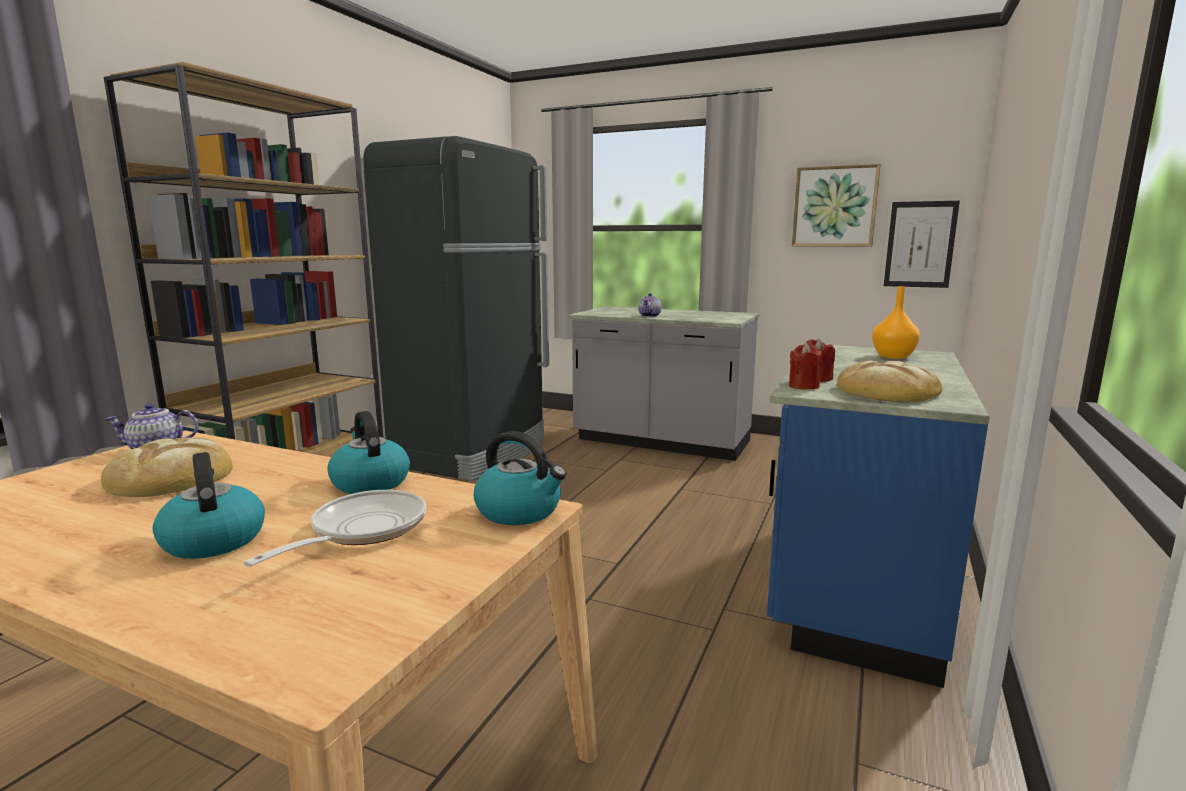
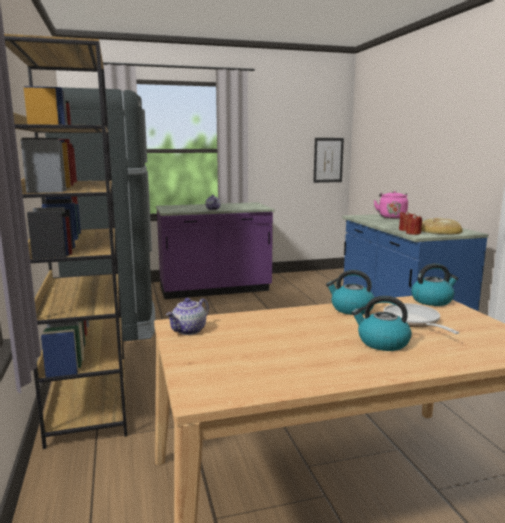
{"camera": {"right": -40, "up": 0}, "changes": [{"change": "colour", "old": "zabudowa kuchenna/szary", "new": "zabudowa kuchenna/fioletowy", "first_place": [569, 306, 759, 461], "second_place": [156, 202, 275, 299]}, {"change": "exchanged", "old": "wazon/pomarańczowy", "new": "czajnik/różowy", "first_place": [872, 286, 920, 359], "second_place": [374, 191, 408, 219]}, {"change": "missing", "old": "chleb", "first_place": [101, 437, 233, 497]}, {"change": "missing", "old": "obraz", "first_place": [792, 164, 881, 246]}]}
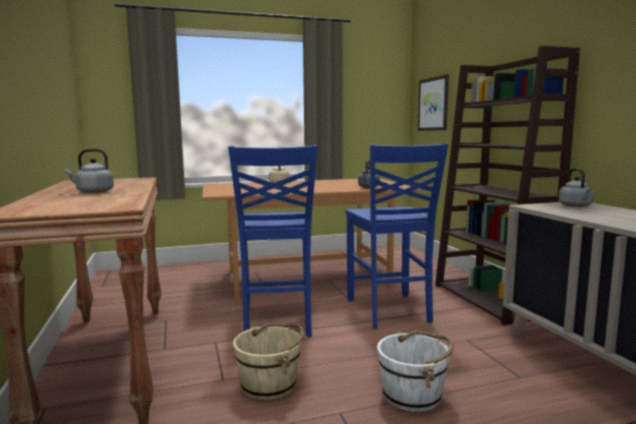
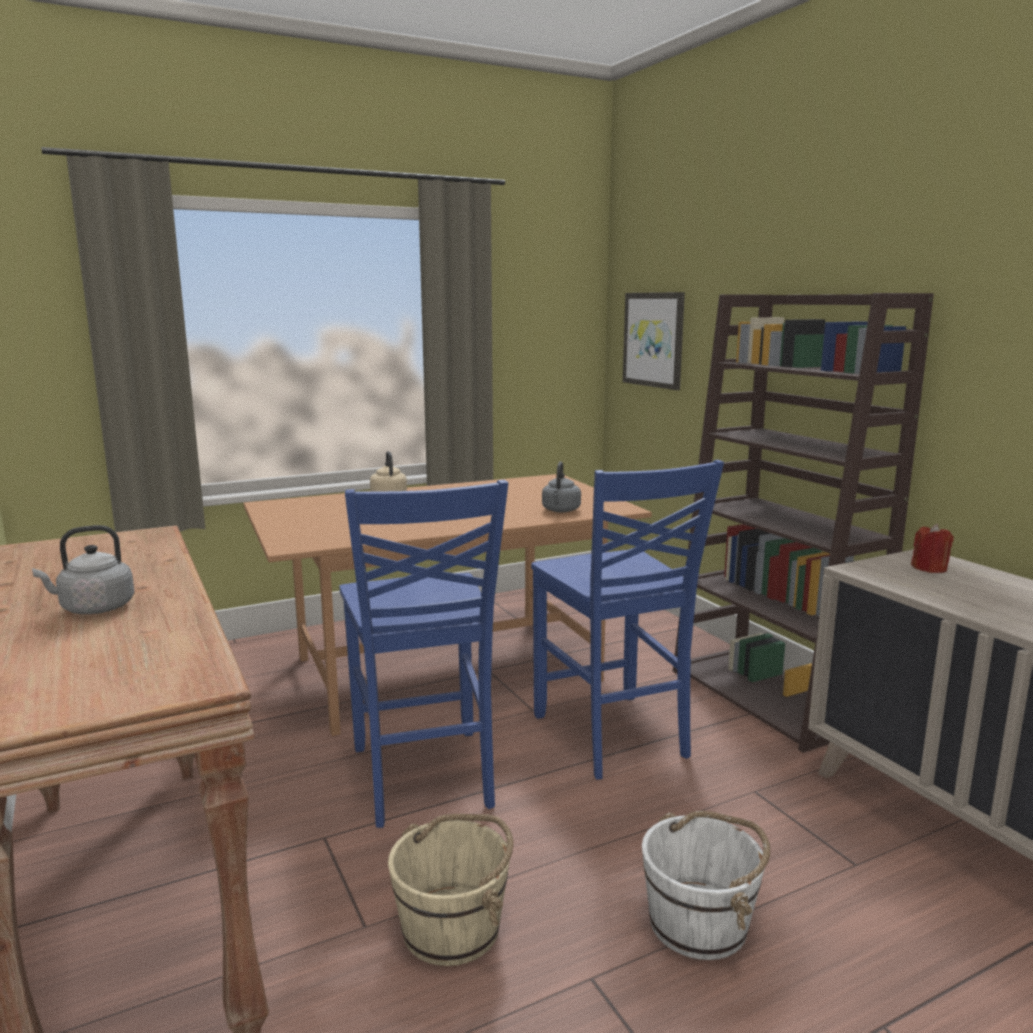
{"camera": {"right": -10, "up": 5}, "changes": [{"change": "exchanged", "old": "czajnik/szary", "new": "świeca/czerwony", "first_place": [558, 168, 594, 207], "second_place": [911, 524, 954, 573]}]}
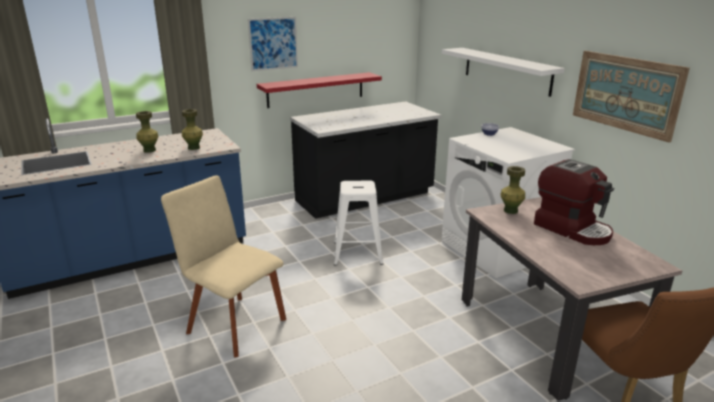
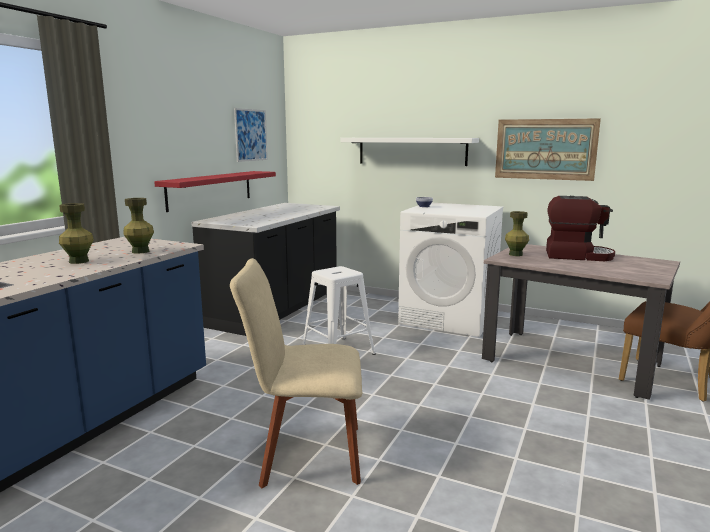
{"camera": {"right": -35, "up": -10}, "changes": [{"change": "relocated", "old": "obraz", "first_place": [248, 17, 298, 71], "second_place": [234, 108, 268, 162]}]}
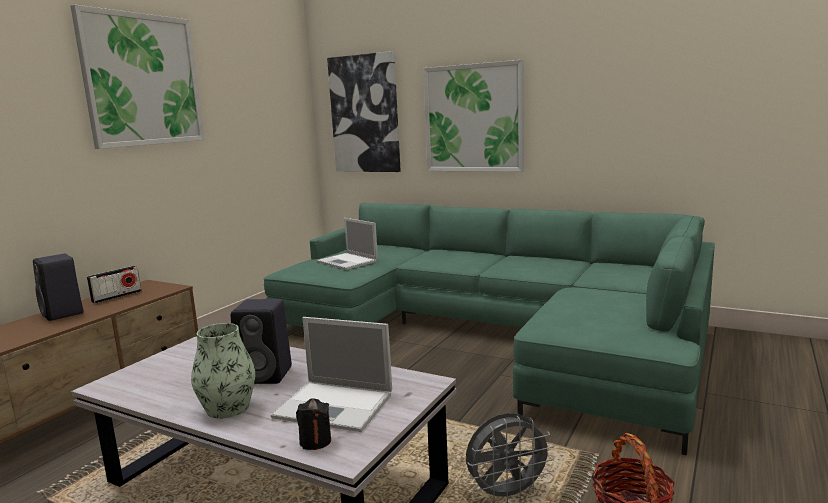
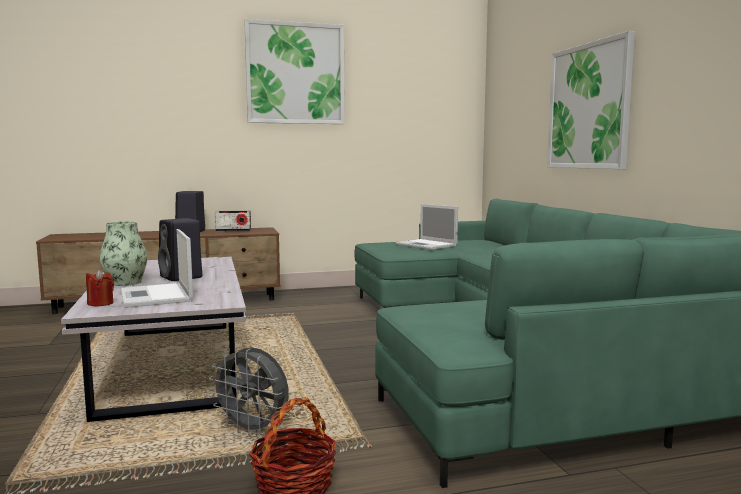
{"camera": {"right": 45, "up": -5}, "changes": [{"change": "colour", "old": "świeca/czarny", "new": "świeca/czerwony", "first_place": [296, 398, 331, 450], "second_place": [86, 270, 114, 306]}, {"change": "spun", "old": "laptop", "first_place": [317, 218, 378, 270], "second_place": [395, 204, 458, 250], "degrees": -45}, {"change": "missing", "old": "obraz", "first_place": [327, 51, 401, 172]}]}
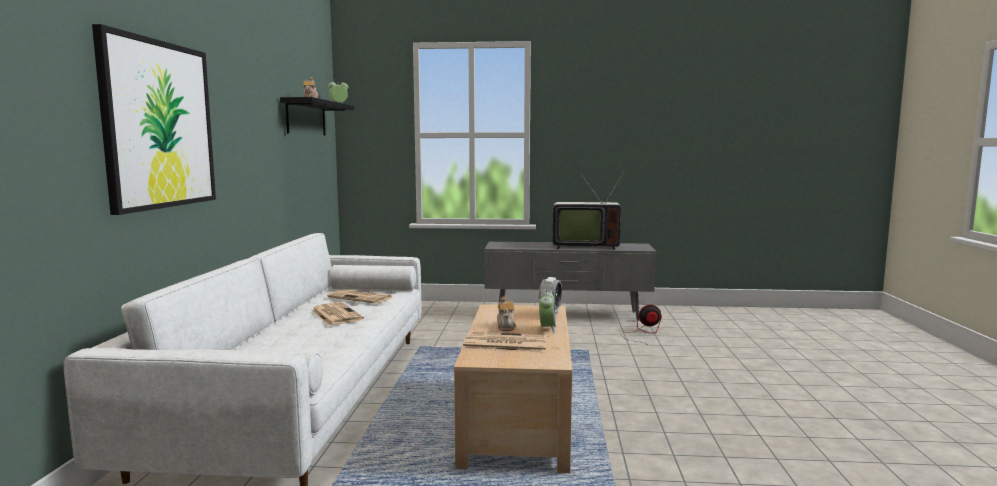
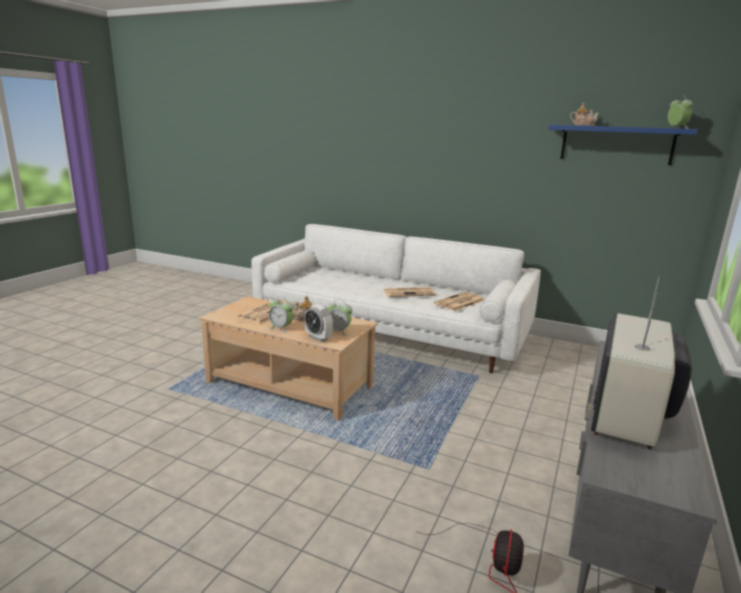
{"camera": {"right": 110, "up": 10}, "changes": [{"change": "appeared", "new": "budzik", "second_place": [327, 300, 353, 336]}, {"change": "colour", "old": "półka/czarny", "new": "półka/niebieski", "first_place": [280, 97, 354, 135], "second_place": [548, 125, 698, 165]}, {"change": "missing", "old": "obraz", "first_place": [92, 24, 216, 215]}]}
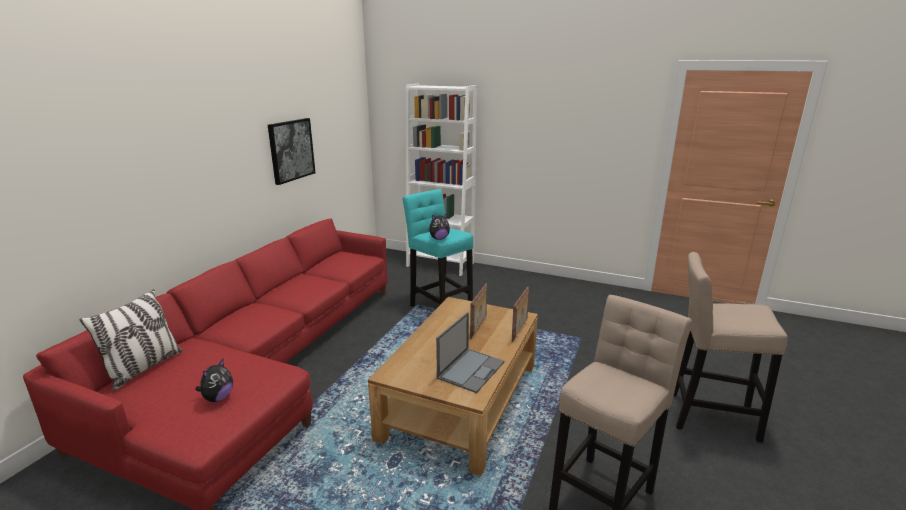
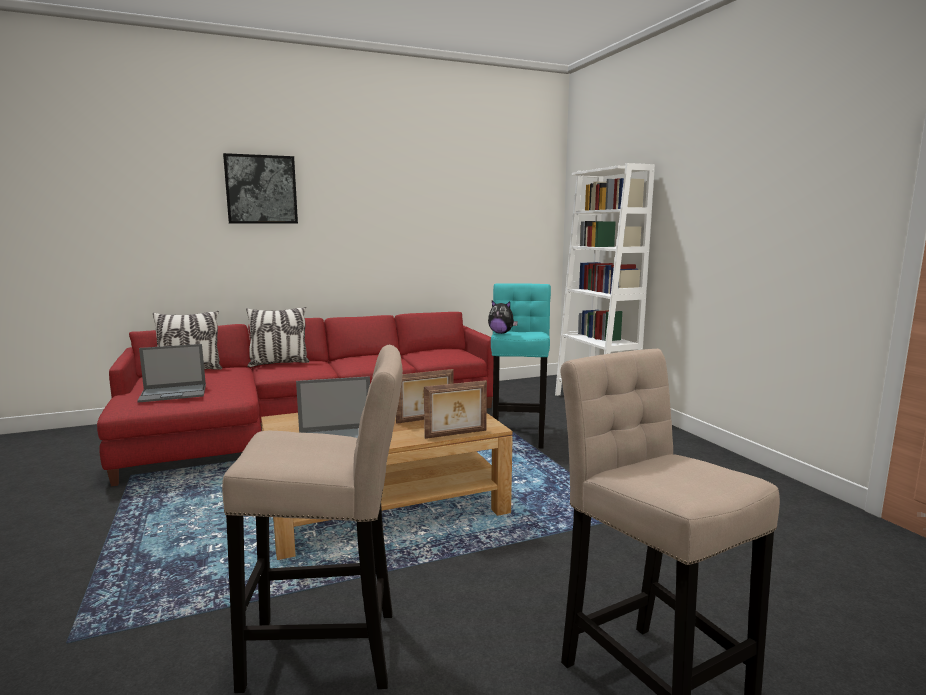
{"camera": {"right": 45, "up": -10}, "changes": [{"change": "exchanged", "old": "pluszak", "new": "laptop", "first_place": [195, 359, 233, 402], "second_place": [137, 344, 206, 403]}, {"change": "relocated", "old": "obraz", "first_place": [268, 118, 316, 185], "second_place": [223, 153, 298, 224]}, {"change": "appeared", "new": "poduszka", "second_place": [246, 307, 310, 367]}]}
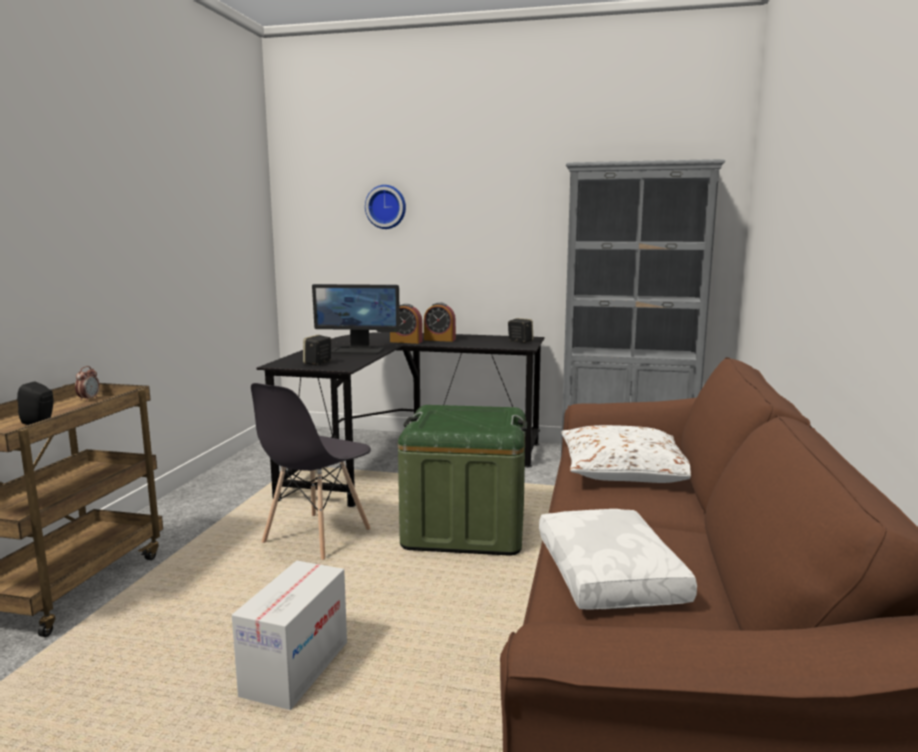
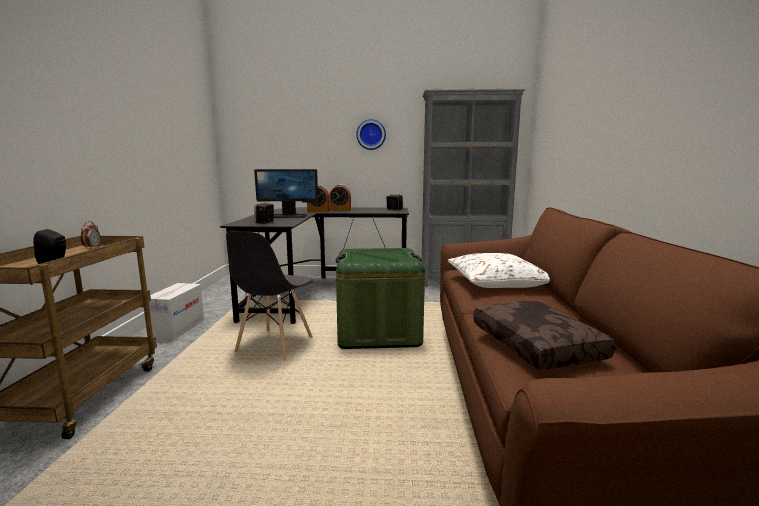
{"camera": {"right": -10, "up": 0}, "changes": [{"change": "relocated", "old": "karton", "first_place": [232, 561, 347, 710], "second_place": [149, 283, 204, 340]}, {"change": "relocated", "old": "zegar ścienny", "first_place": [365, 185, 406, 229], "second_place": [356, 119, 386, 150]}, {"change": "colour", "old": "poduszka/biały", "new": "poduszka/brązowy", "first_place": [539, 509, 697, 610], "second_place": [473, 300, 615, 370]}]}
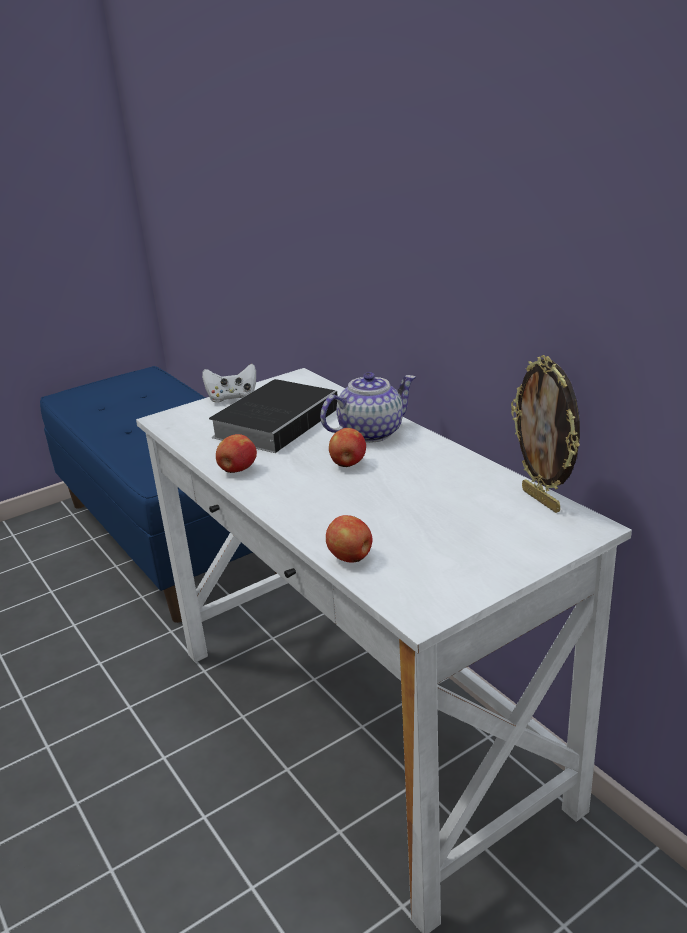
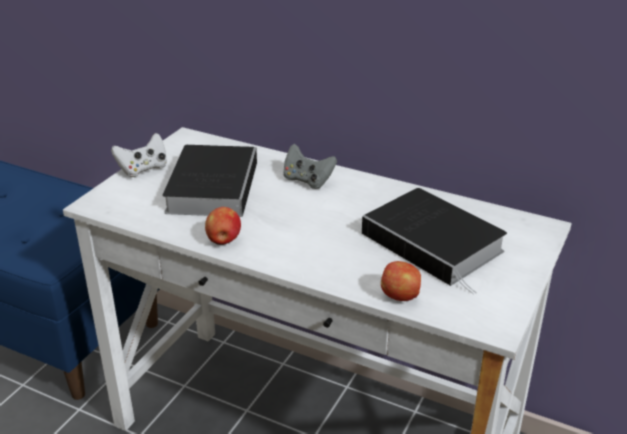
{"camera": {"right": -30, "up": 5}, "changes": [{"change": "exchanged", "old": "imbryk", "new": "pad do gier/szary", "first_place": [320, 372, 416, 443], "second_place": [283, 144, 337, 189]}, {"change": "appeared", "new": "książka", "second_place": [362, 188, 507, 294]}, {"change": "missing", "old": "jabłko", "first_place": [329, 428, 366, 467]}, {"change": "missing", "old": "ramka na zdjęcie", "first_place": [511, 355, 580, 513]}]}
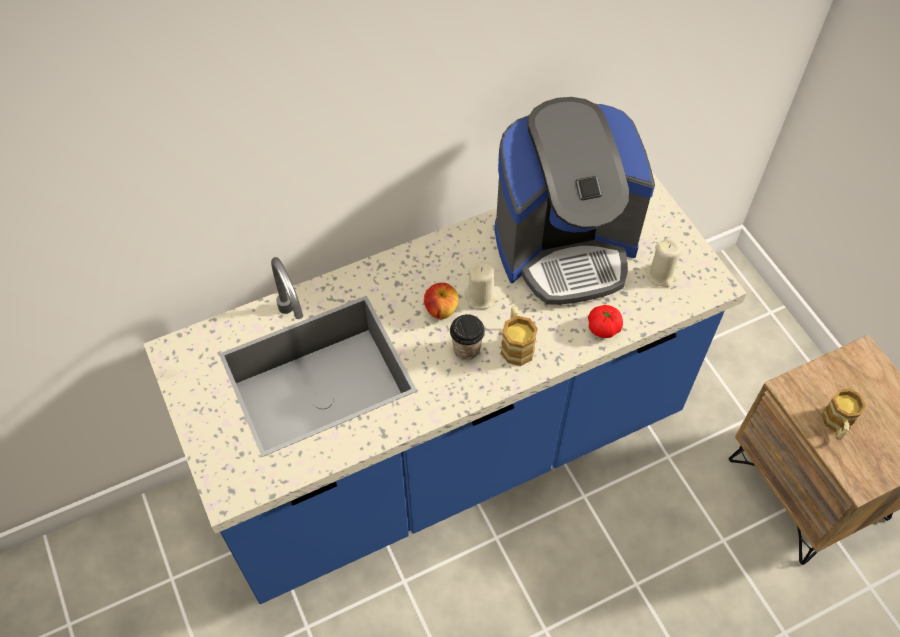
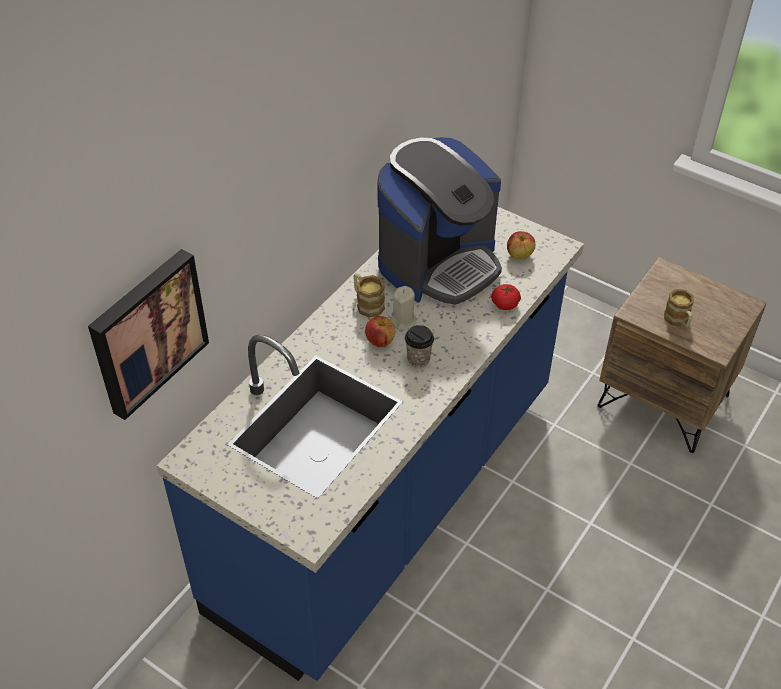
{"camera": {"right": -30, "up": -10}, "changes": [{"change": "appeared", "new": "obraz", "second_place": [88, 249, 209, 420]}, {"change": "relocated", "old": "kubek", "first_place": [501, 306, 538, 366], "second_place": [353, 273, 385, 318]}, {"change": "exchanged", "old": "świeca/beżowy", "new": "jabłko", "first_place": [646, 238, 682, 287], "second_place": [507, 231, 535, 259]}]}
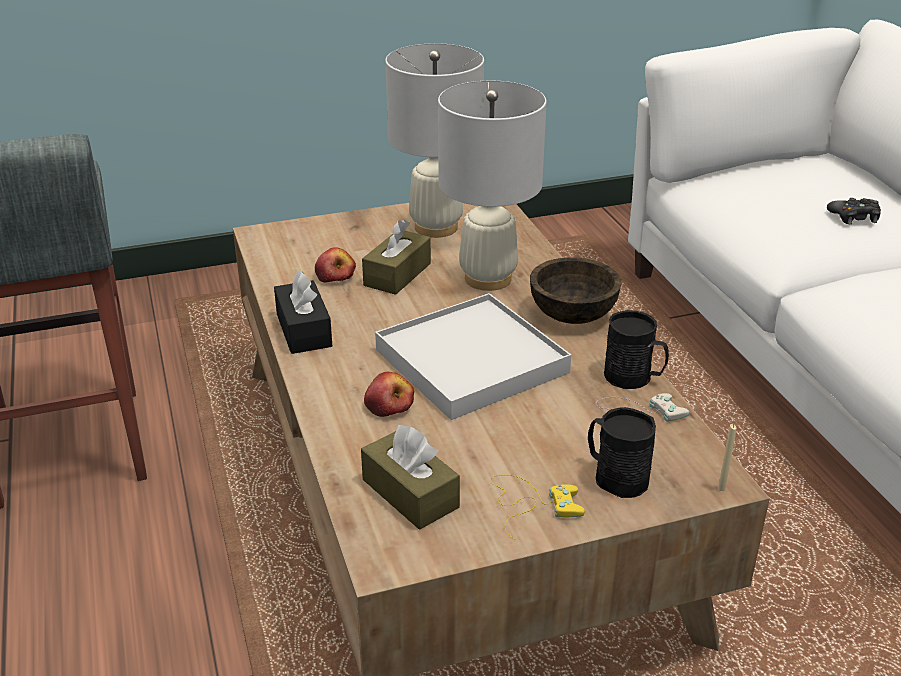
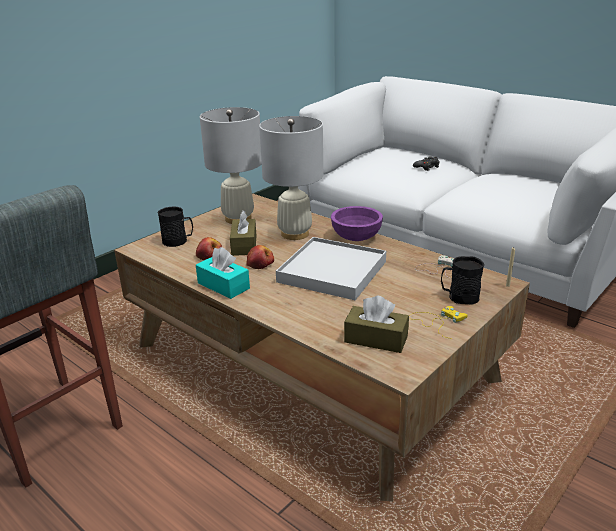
{"camera": {"right": -30, "up": -5}, "changes": [{"change": "relocated", "old": "kubek/czarny", "first_place": [604, 310, 669, 389], "second_place": [158, 206, 193, 247]}, {"change": "colour", "old": "pudełko chusteczek/czarny", "new": "pudełko chusteczek/turkusowy", "first_place": [274, 271, 332, 354], "second_place": [196, 247, 250, 299]}, {"change": "relocated", "old": "jabłko", "first_place": [364, 372, 414, 417], "second_place": [246, 245, 274, 269]}, {"change": "colour", "old": "miska/brązowy", "new": "miska/fioletowy", "first_place": [530, 257, 622, 324], "second_place": [331, 206, 383, 241]}]}
